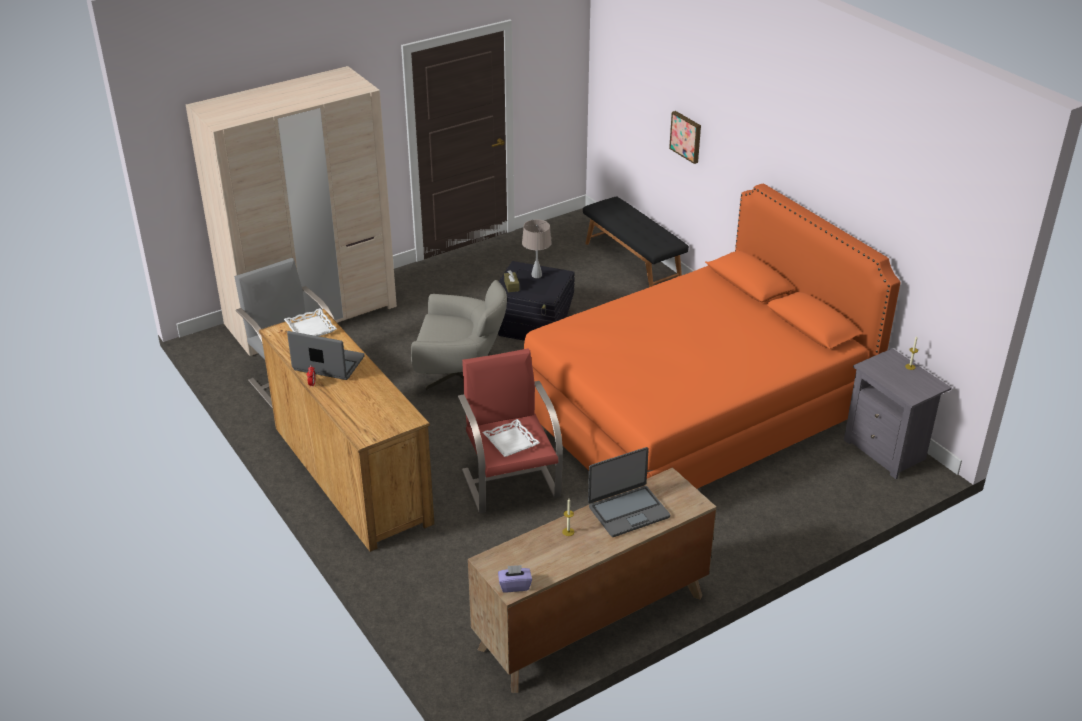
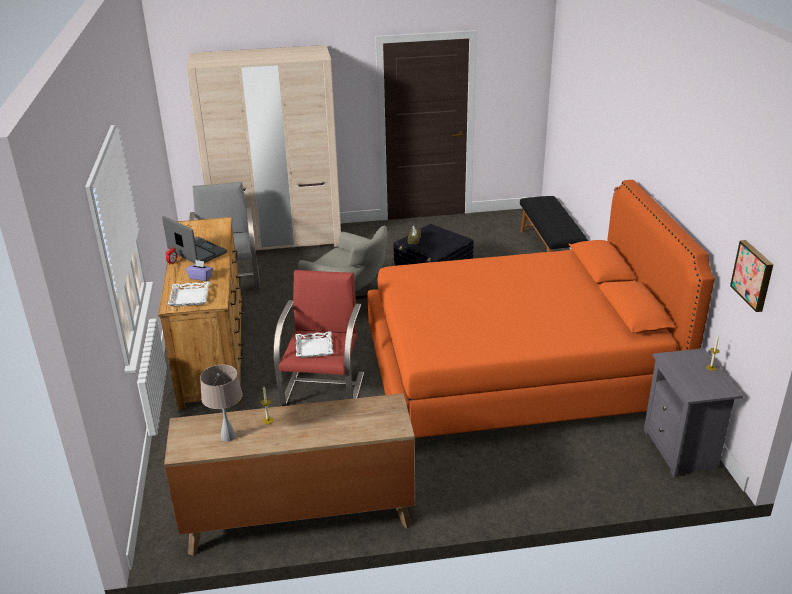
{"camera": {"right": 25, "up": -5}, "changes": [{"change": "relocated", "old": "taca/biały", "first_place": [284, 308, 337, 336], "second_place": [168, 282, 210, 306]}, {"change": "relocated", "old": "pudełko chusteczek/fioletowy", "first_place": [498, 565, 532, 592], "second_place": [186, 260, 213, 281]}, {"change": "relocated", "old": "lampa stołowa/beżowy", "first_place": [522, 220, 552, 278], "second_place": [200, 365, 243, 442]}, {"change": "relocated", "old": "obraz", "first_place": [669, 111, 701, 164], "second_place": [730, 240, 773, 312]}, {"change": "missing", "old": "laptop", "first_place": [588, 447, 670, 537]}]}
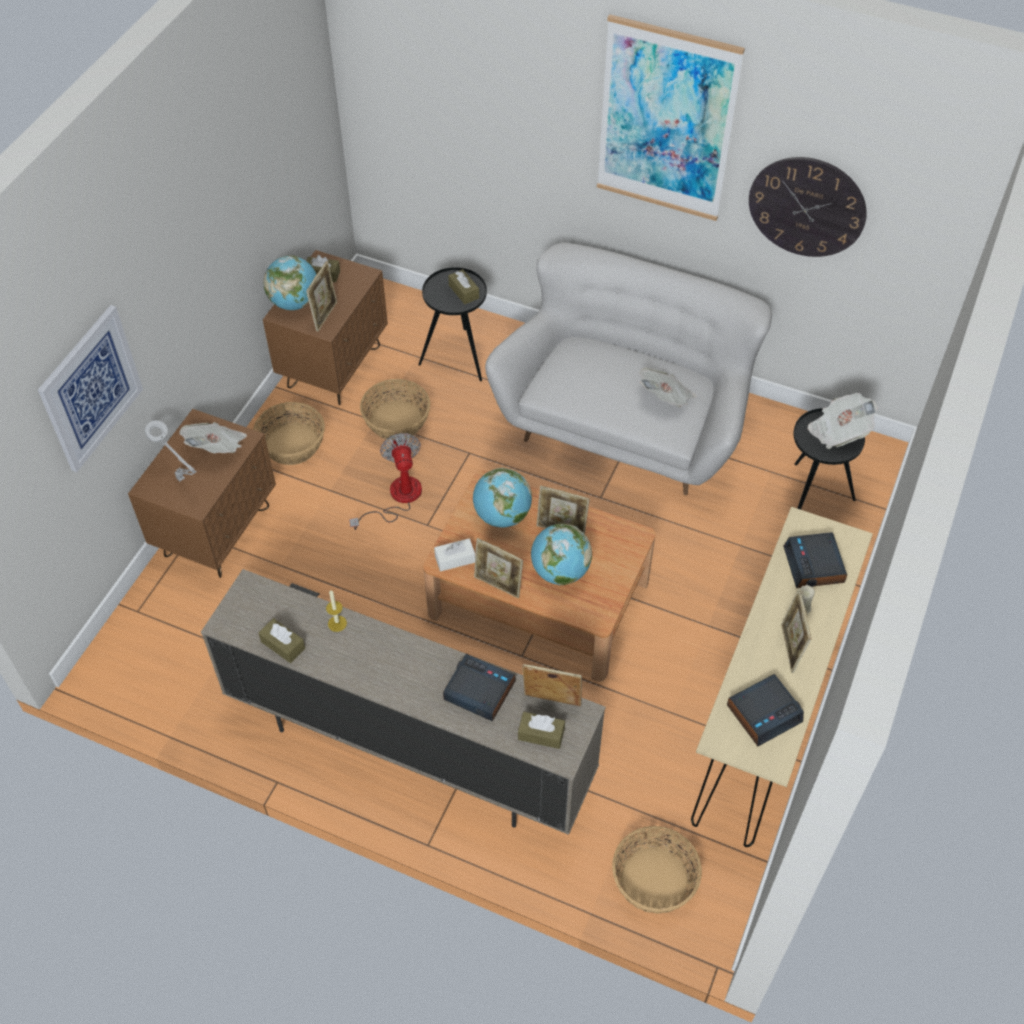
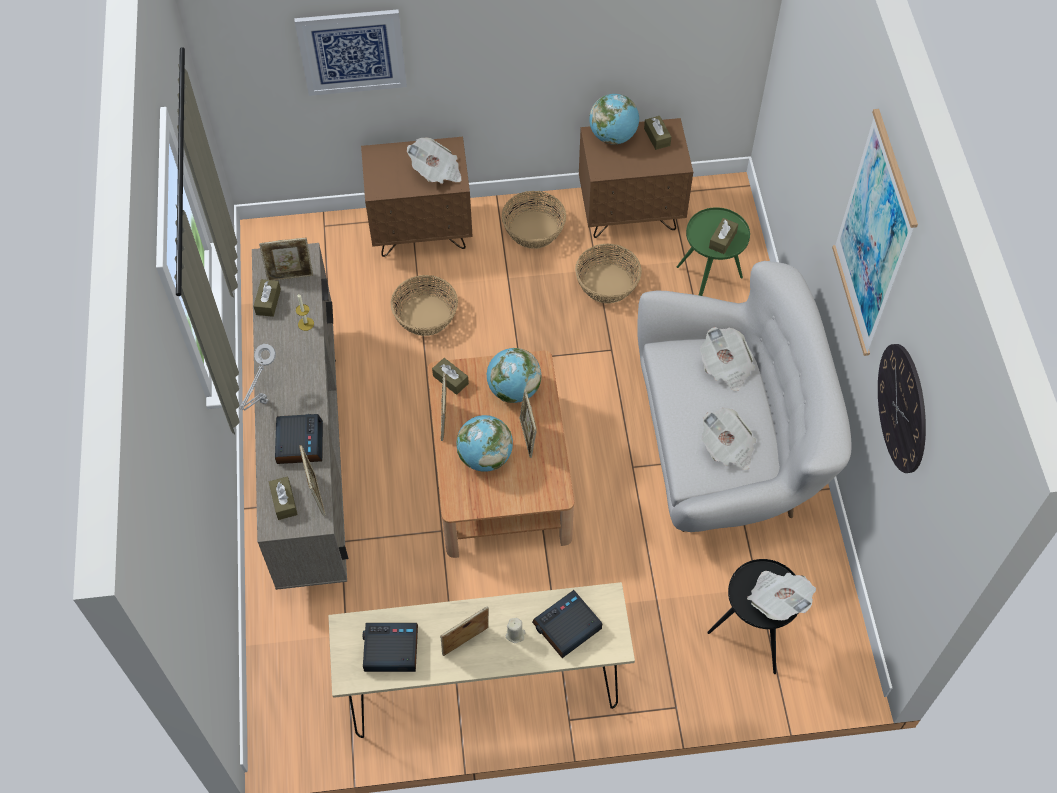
{"camera": {"right": 60, "up": 5}, "changes": [{"change": "relocated", "old": "lampa stołowa/szary", "first_place": [145, 420, 197, 482], "second_place": [239, 344, 276, 410]}, {"change": "relocated", "old": "ramka na zdjęcie", "first_place": [306, 261, 337, 332], "second_place": [259, 237, 313, 281]}, {"change": "spun", "old": "budzik", "first_place": [727, 674, 804, 746], "second_place": [363, 623, 418, 672], "degrees": 150}, {"change": "relocated", "old": "koszyk", "first_place": [612, 826, 702, 914], "second_place": [391, 275, 458, 336]}, {"change": "colour", "old": "pudełko chusteczek/biały", "new": "pudełko chusteczek/brązowy", "first_place": [434, 538, 475, 571], "second_place": [432, 358, 469, 395]}, {"change": "colour", "old": "stolik/czarny", "new": "stolik/zielony", "first_place": [418, 267, 487, 381], "second_place": [677, 207, 750, 296]}, {"change": "appeared", "new": "gazeta", "second_place": [700, 327, 755, 391]}, {"change": "missing", "old": "wentylator", "first_place": [349, 433, 422, 530]}]}
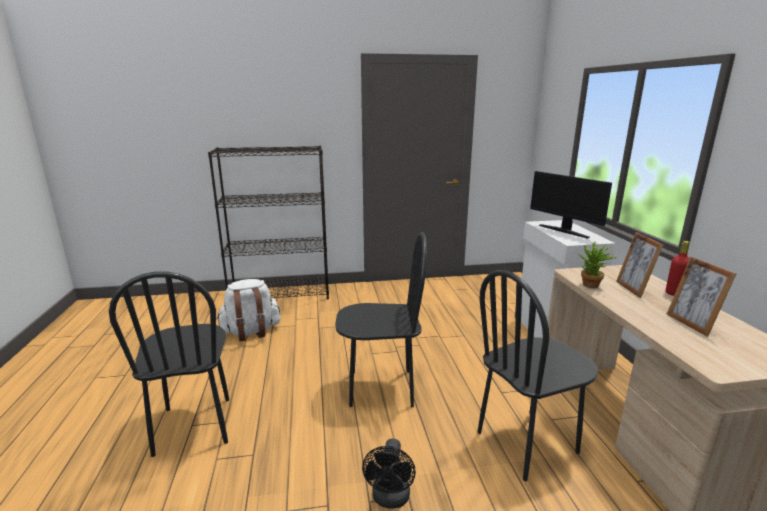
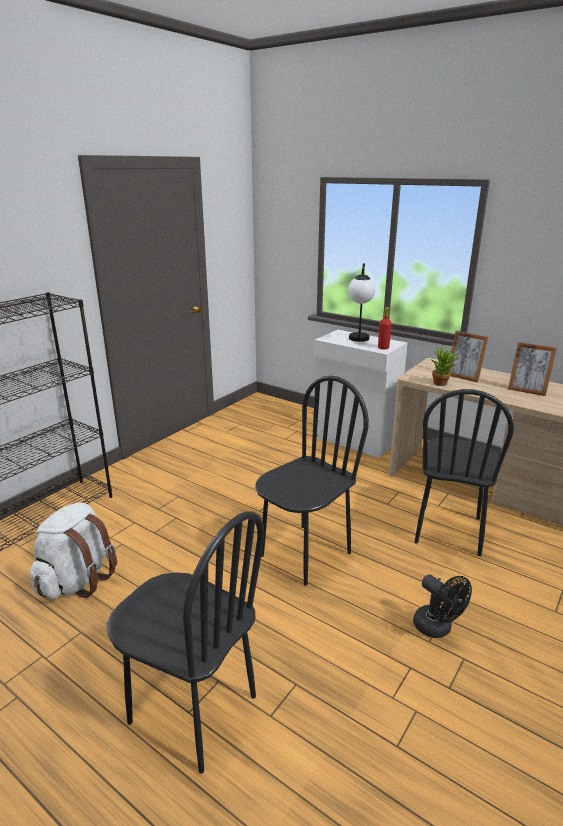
{"camera": {"right": -45, "up": 5}, "changes": [{"change": "exchanged", "old": "monitor", "new": "lampa stołowa", "first_place": [530, 171, 612, 239], "second_place": [348, 263, 376, 342]}, {"change": "relocated", "old": "butelka/czerwony", "first_place": [666, 241, 690, 296], "second_place": [378, 307, 392, 350]}]}
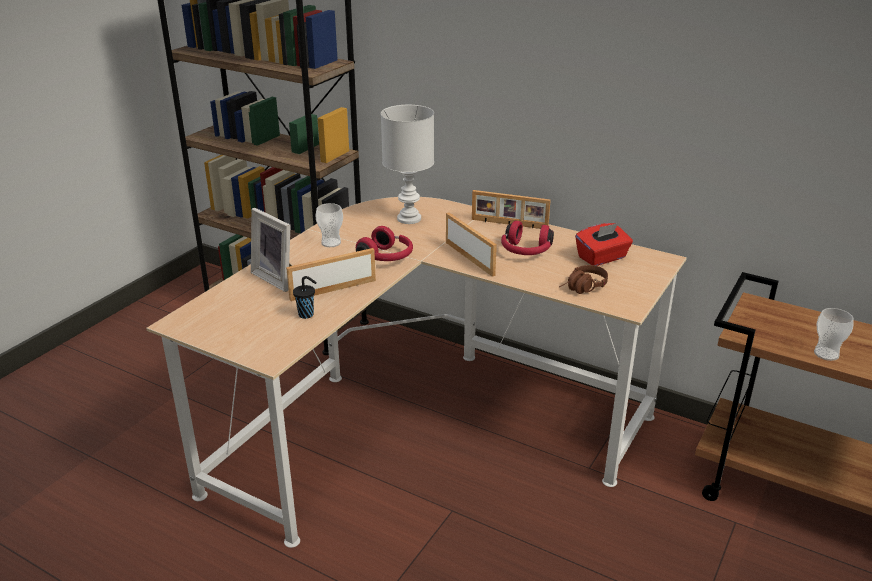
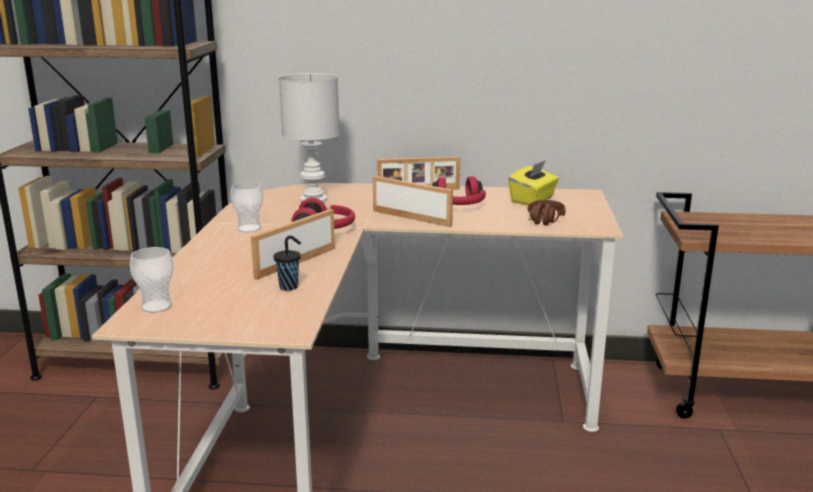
{"camera": {"right": -25, "up": -10}, "changes": [{"change": "relocated", "old": "filiżanka", "first_place": [814, 308, 853, 361], "second_place": [130, 247, 174, 313]}, {"change": "colour", "old": "pudełko chusteczek/czerwony", "new": "pudełko chusteczek/żółty", "first_place": [575, 223, 633, 266], "second_place": [508, 160, 559, 205]}, {"change": "missing", "old": "ramka na zdjęcie", "first_place": [251, 208, 292, 292]}]}
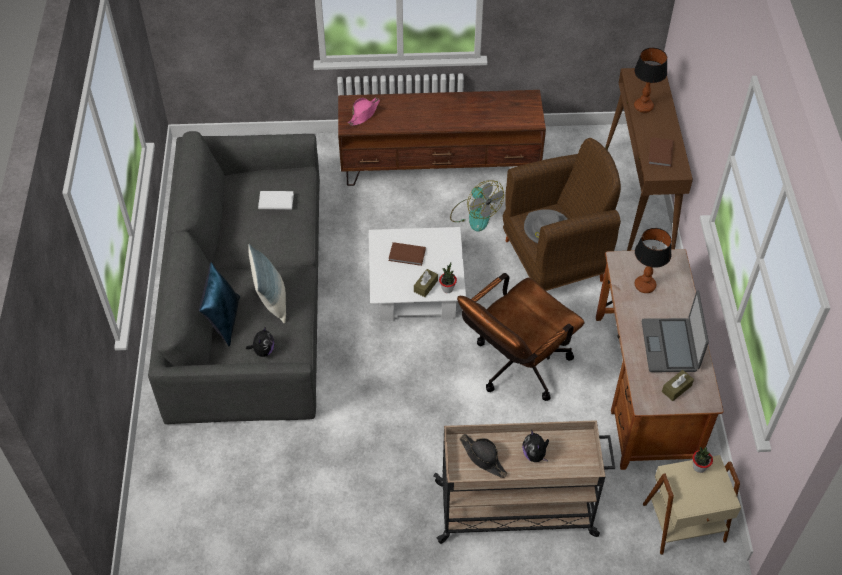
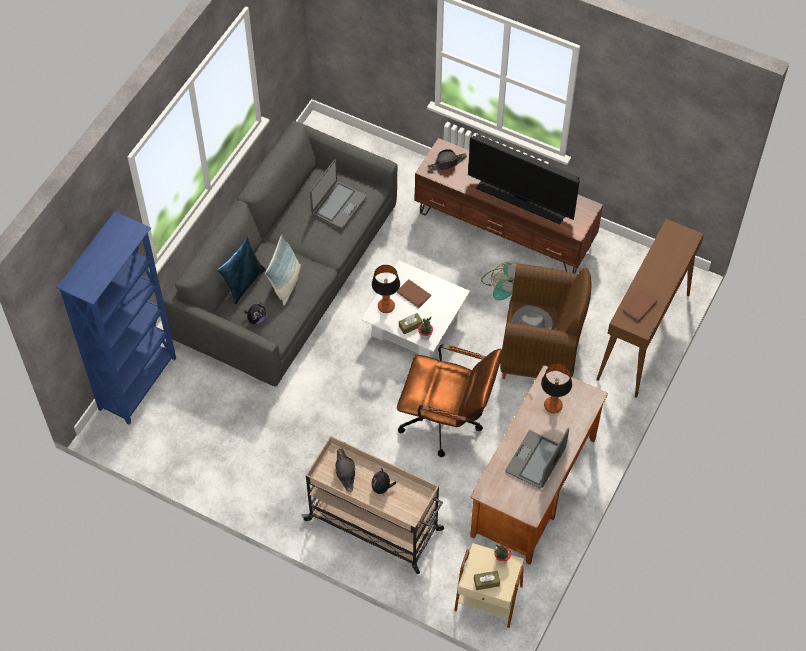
{"camera": {"right": 30, "up": 5}, "changes": [{"change": "appeared", "new": "regał/niebieski", "second_place": [56, 212, 176, 425]}, {"change": "exchanged", "old": "książka/biały", "new": "laptop", "first_place": [258, 191, 294, 210], "second_place": [310, 159, 367, 229]}, {"change": "relocated", "old": "lampa stołowa", "first_place": [634, 48, 667, 113], "second_place": [372, 265, 400, 313]}, {"change": "spun", "old": "krzesło biurowe/brązowy", "first_place": [457, 273, 584, 401], "second_place": [397, 344, 502, 457], "degrees": -150}, {"change": "colour", "old": "kapelusz/różowy", "new": "kapelusz/czarny", "first_place": [348, 97, 380, 126], "second_place": [428, 149, 467, 171]}, {"change": "appeared", "new": "telewizor", "second_place": [468, 135, 580, 224]}, {"change": "relocated", "old": "pudełko chusteczek/brązowy", "first_place": [662, 370, 694, 401], "second_place": [474, 571, 500, 590]}]}
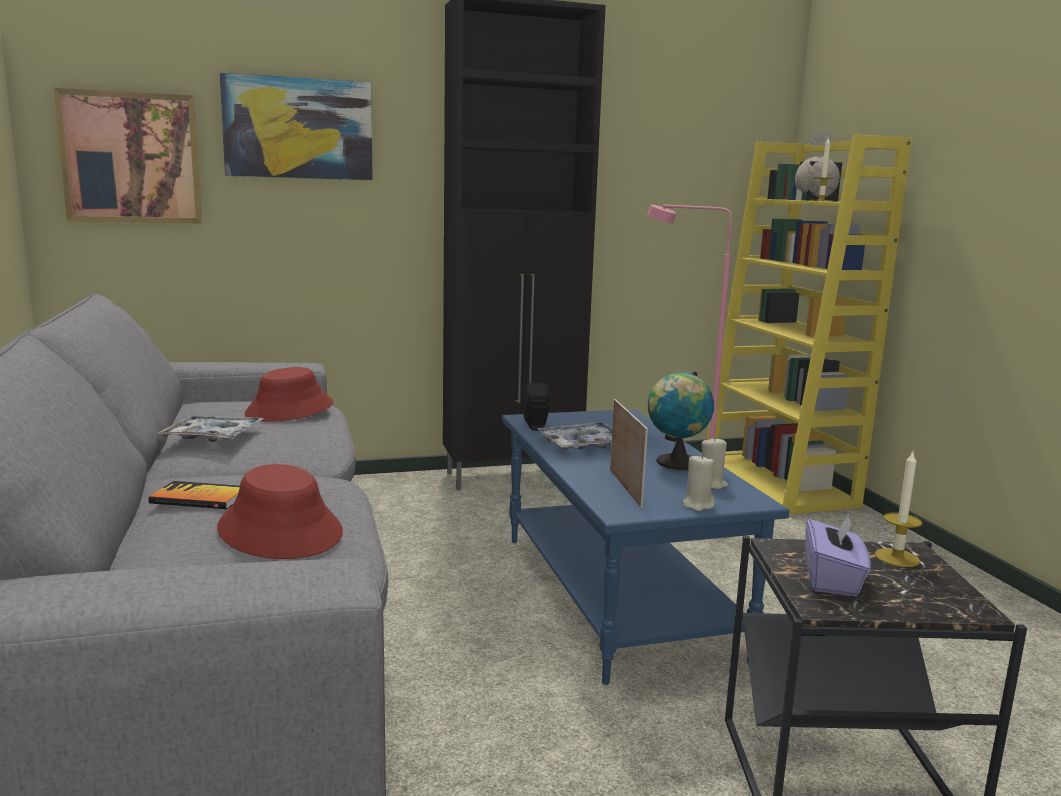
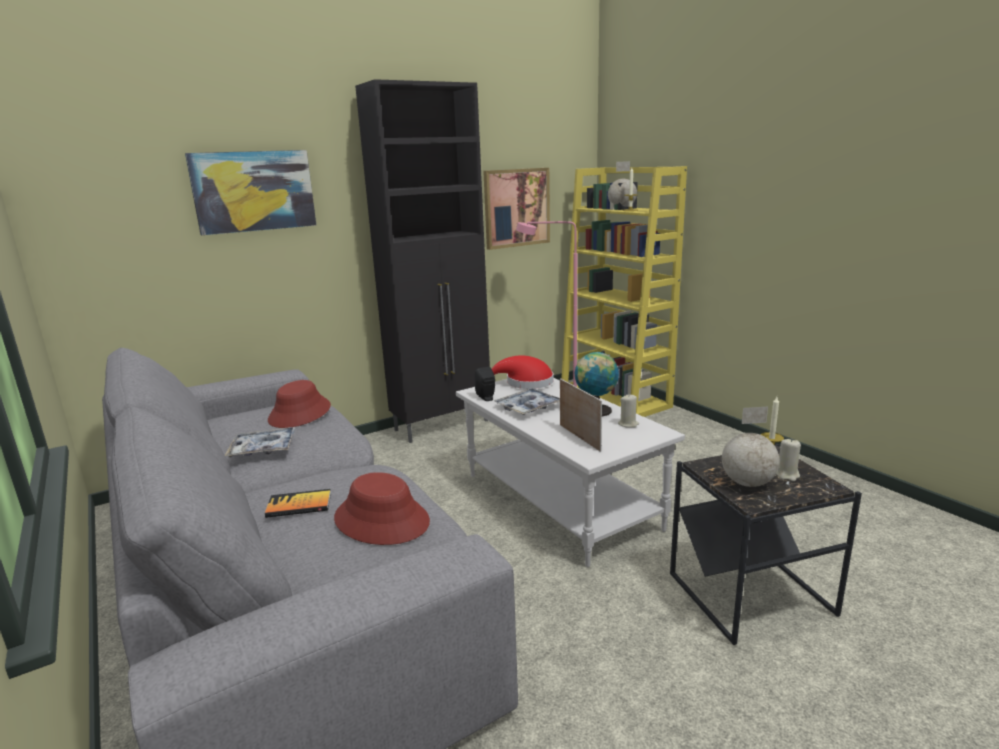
{"camera": {"right": -15, "up": 5}, "changes": [{"change": "colour", "old": "ława/niebieski", "new": "ława/biały", "first_place": [502, 409, 789, 685], "second_place": [456, 378, 685, 567]}, {"change": "relocated", "old": "obraz", "first_place": [54, 88, 202, 223], "second_place": [483, 168, 550, 250]}, {"change": "appeared", "new": "kapelusz/czerwony", "second_place": [492, 355, 554, 389]}, {"change": "exchanged", "old": "pudełko chusteczek/fioletowy", "new": "globus", "first_place": [805, 513, 870, 596], "second_place": [722, 407, 779, 487]}, {"change": "relocated", "old": "świeca/beżowy", "first_place": [683, 454, 715, 511], "second_place": [776, 438, 801, 481]}]}
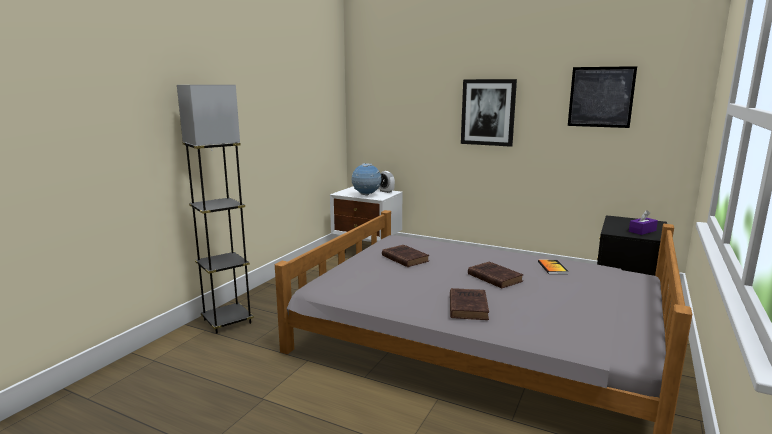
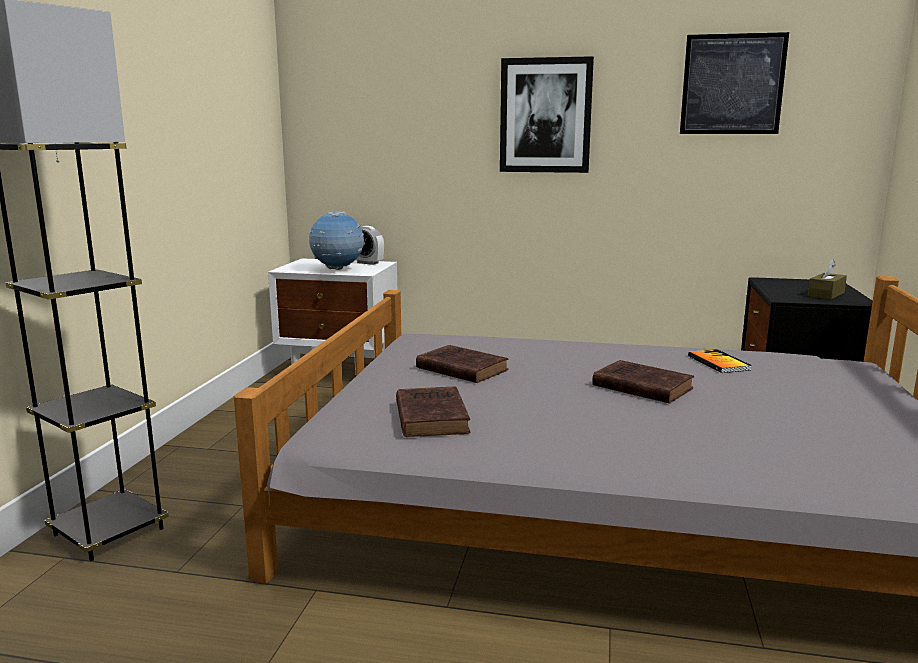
{"camera": {"right": -15, "up": 0}, "changes": [{"change": "relocated", "old": "książka/brązowy", "first_place": [450, 288, 489, 320], "second_place": [396, 386, 471, 437]}, {"change": "colour", "old": "pudełko chusteczek/fioletowy", "new": "pudełko chusteczek/brązowy", "first_place": [629, 210, 658, 235], "second_place": [808, 260, 847, 300]}]}
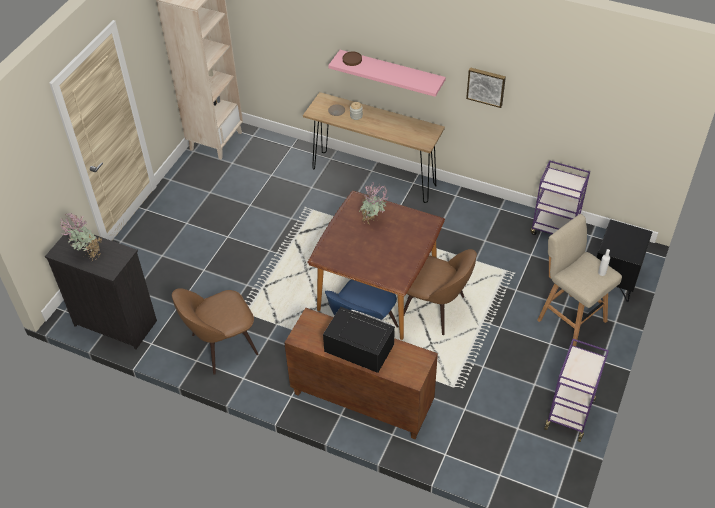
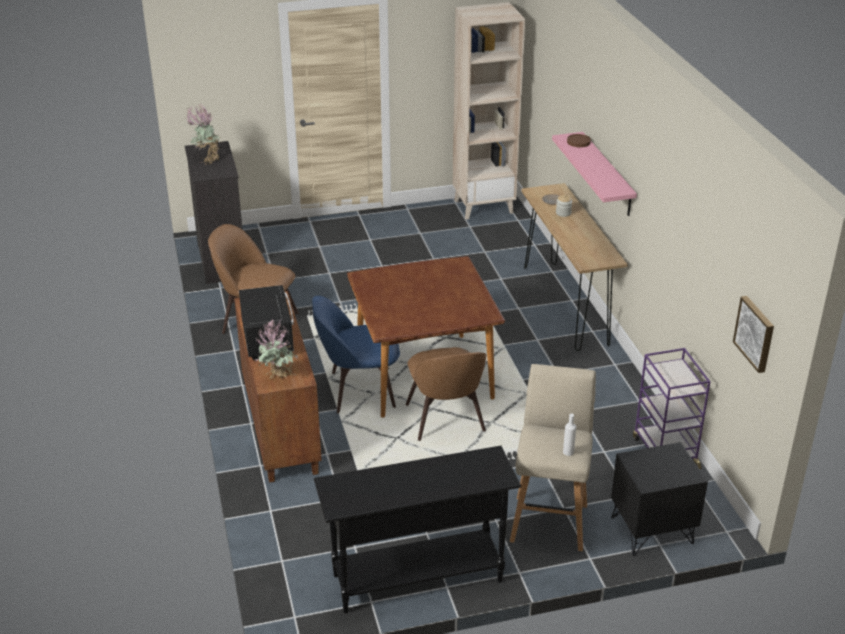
{"camera": {"right": 50, "up": -15}, "changes": [{"change": "relocated", "old": "roślina doniczkowa", "first_place": [359, 182, 387, 224], "second_place": [254, 320, 298, 382]}, {"change": "exchanged", "old": "wózek/fioletowy", "new": "stolik konsolowy/czarny", "first_place": [544, 339, 609, 442], "second_place": [314, 446, 521, 613]}, {"change": "relocated", "old": "obraz", "first_place": [466, 67, 506, 108], "second_place": [733, 296, 774, 373]}]}
